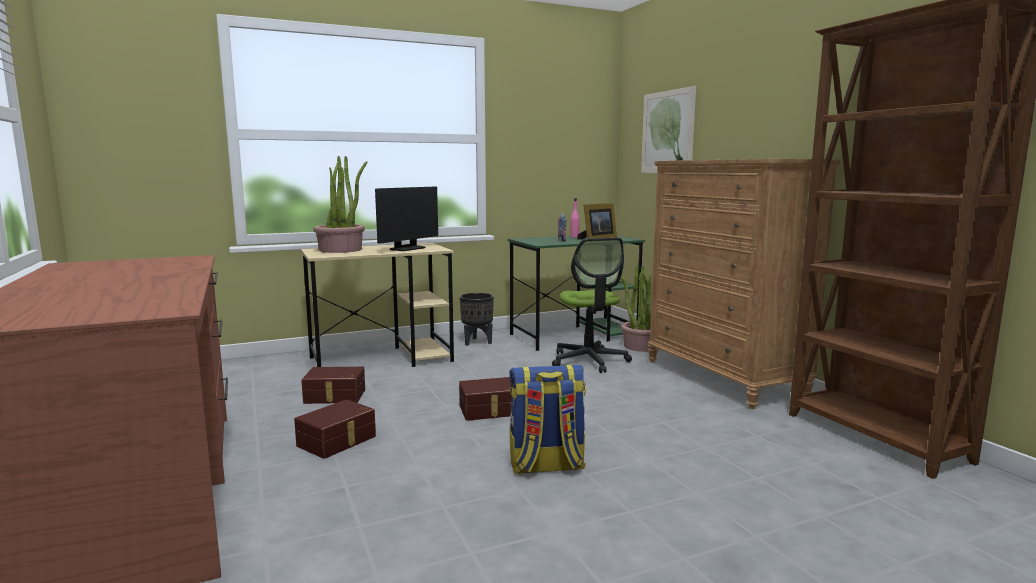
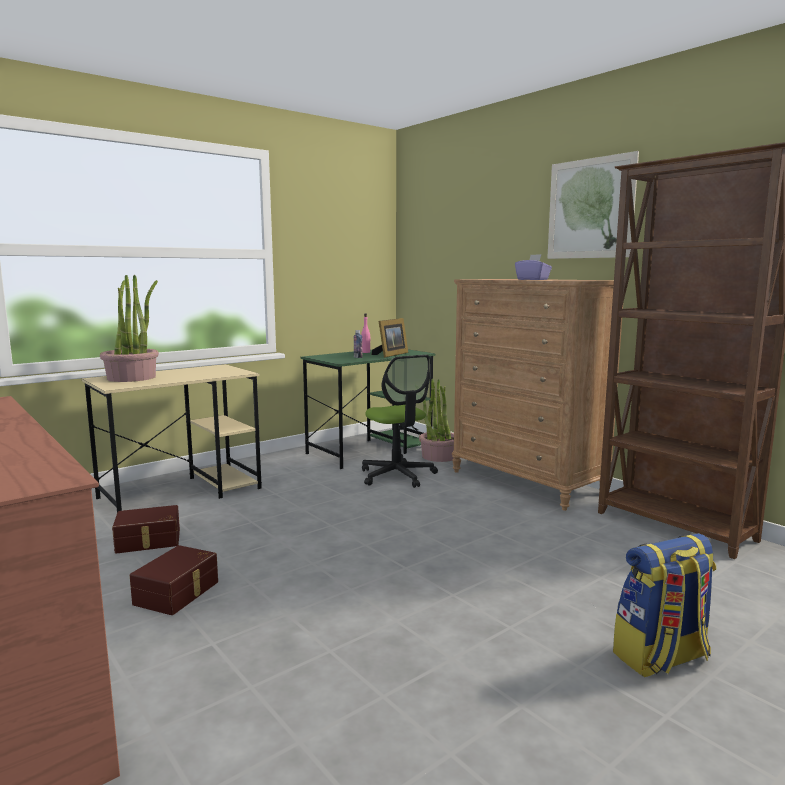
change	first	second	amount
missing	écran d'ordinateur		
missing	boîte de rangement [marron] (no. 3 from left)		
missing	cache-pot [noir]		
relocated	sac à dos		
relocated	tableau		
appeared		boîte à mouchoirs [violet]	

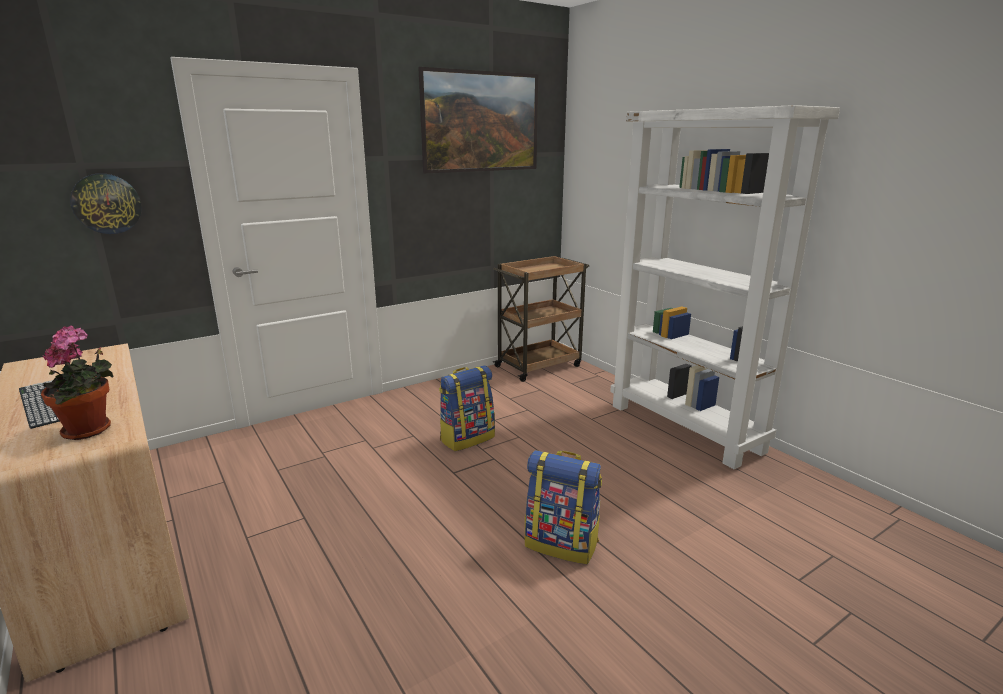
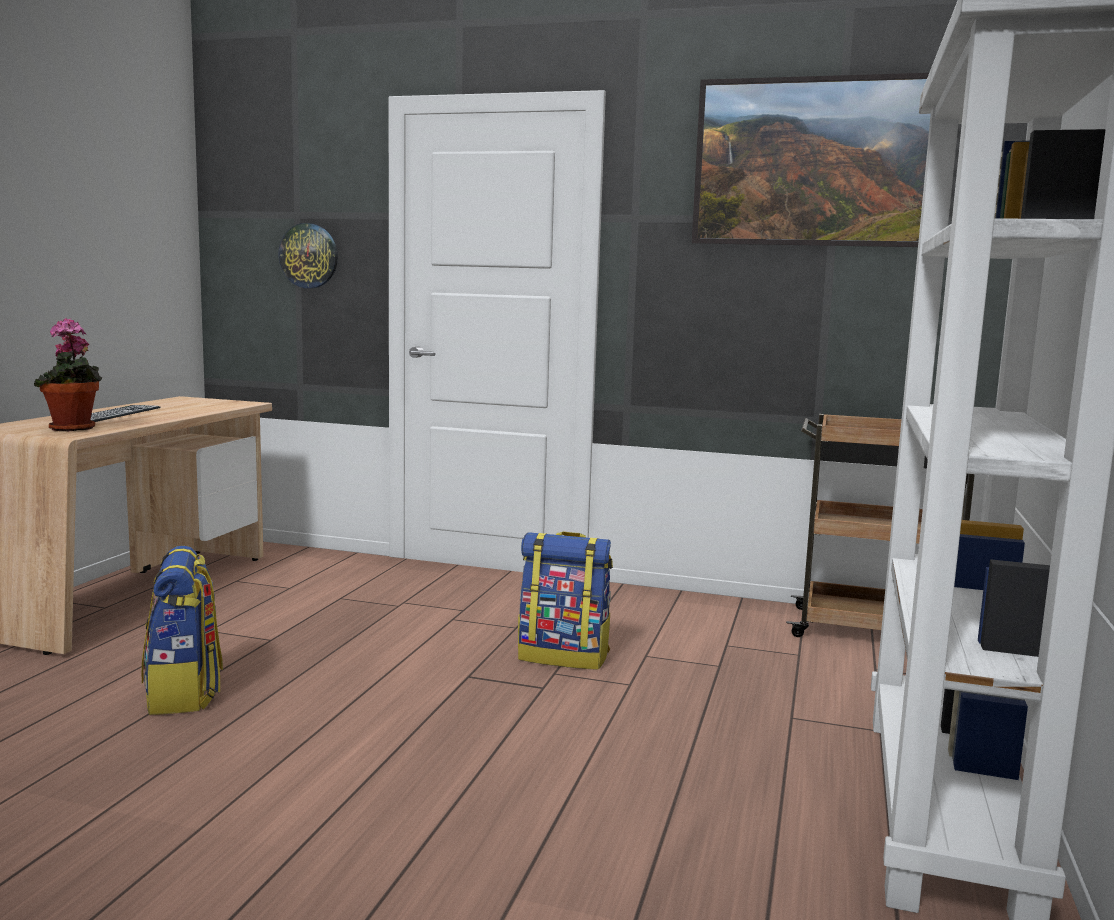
change	first	second	amount
relocated	sac à dos (no. 2 from left in the first image)	sac à dos (no. 1 from left)	

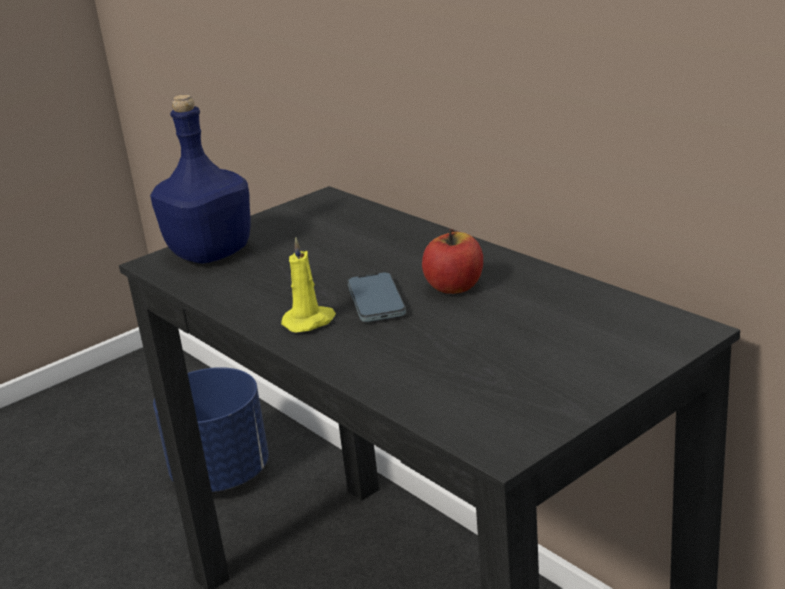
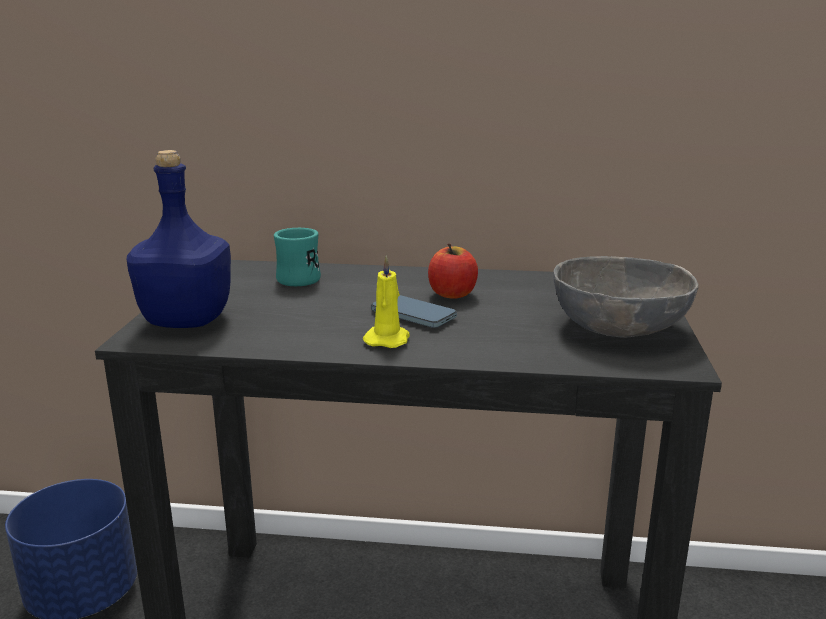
change	first	second	amount
appeared		mug [turquoise]	
appeared		bol [gris]	

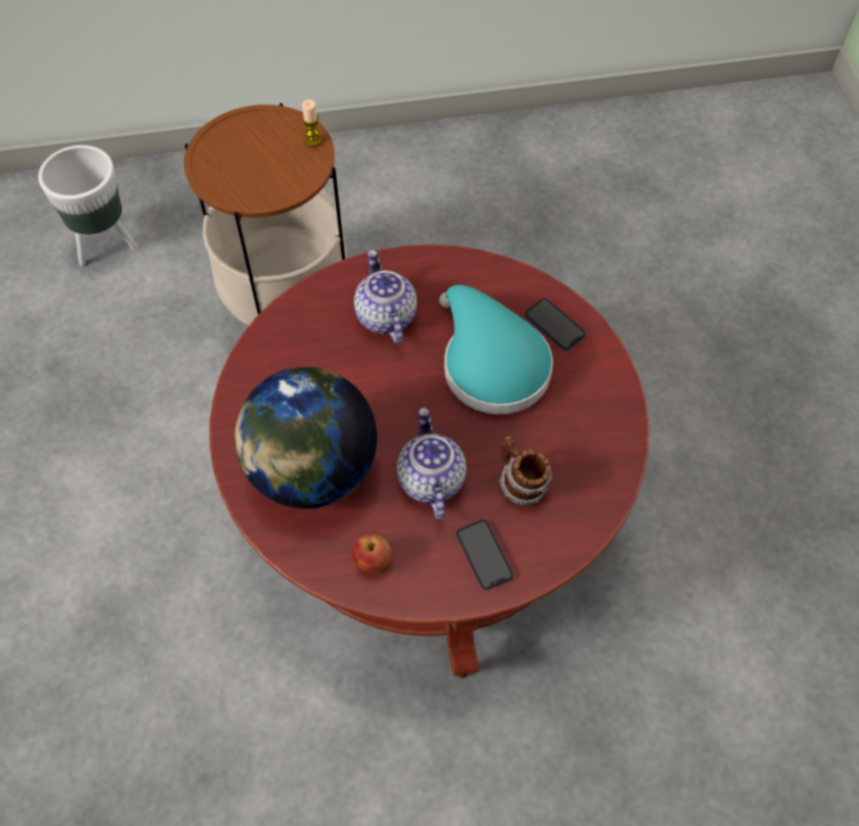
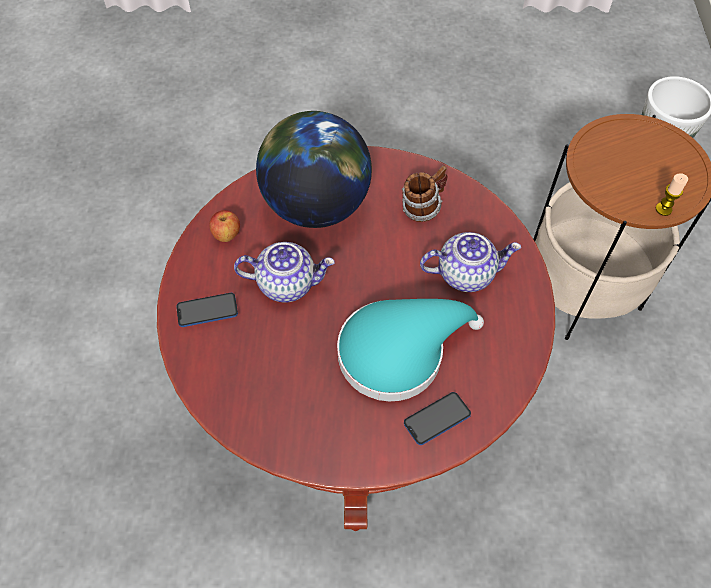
change	first	second	amount
relocated	mug		

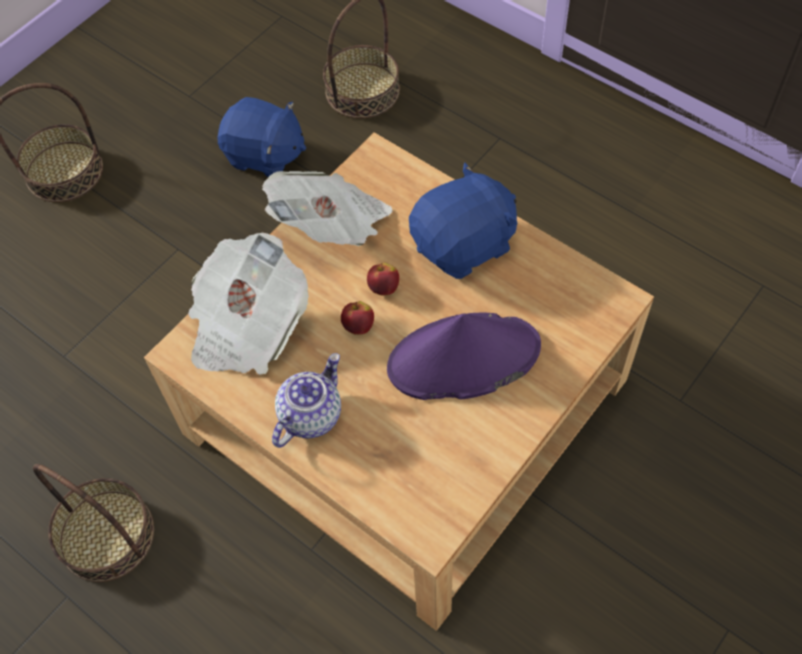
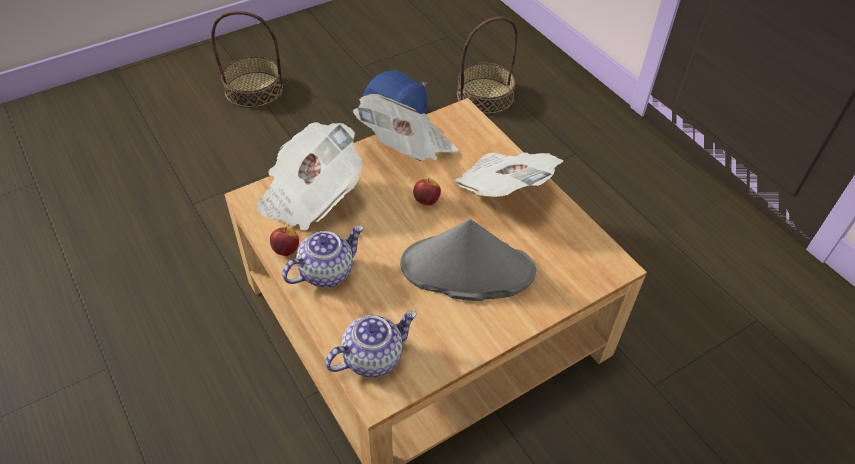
change	first	second	amount
missing	panier (no. 2 from left)		
relocated	pomme (no. 1 from left)		
colour	chapeau [violet]	chapeau [gris]	
exchanged	peluche [bleu] (no. 2 from left)	journal (no. 3 from left)	
appeared		théière (no. 2 from left)	

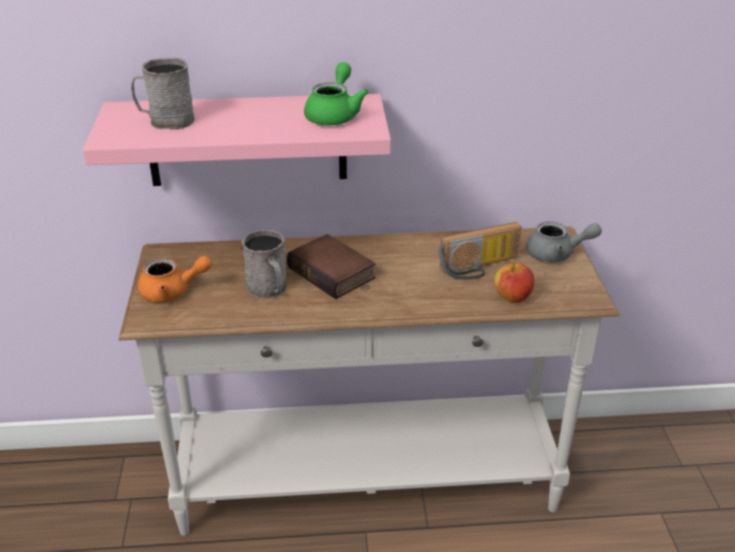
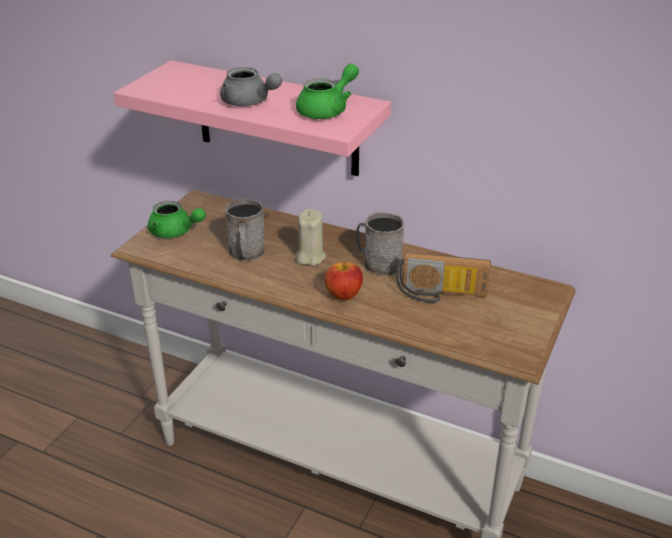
change	first	second	amount
relocated	mug [gris] (no. 1 from left in the first image)	mug [gris] (no. 2 from left)	
colour	théière [orange]	théière [vert] (no. 1 from left)	
exchanged	livre	bougie [beige]	
relocated	pomme		
relocated	théière [gris]		

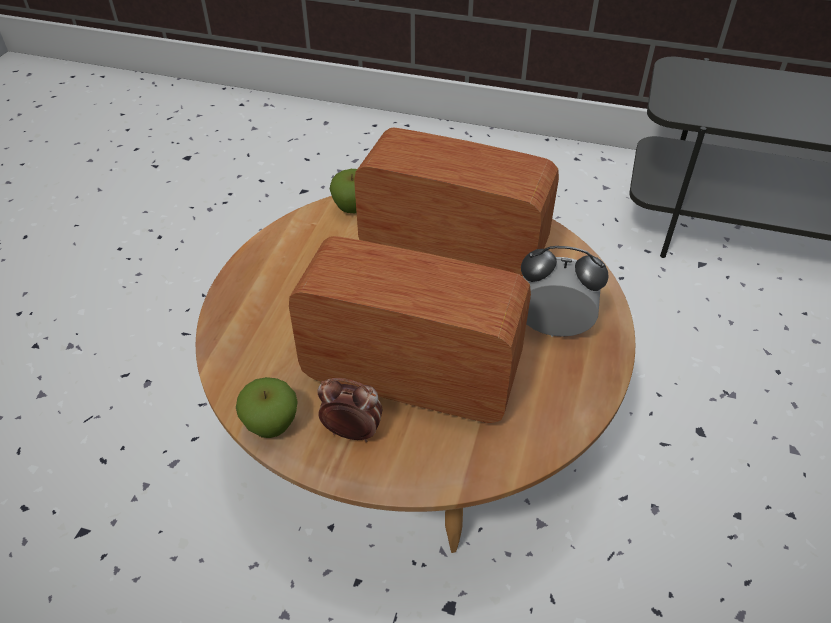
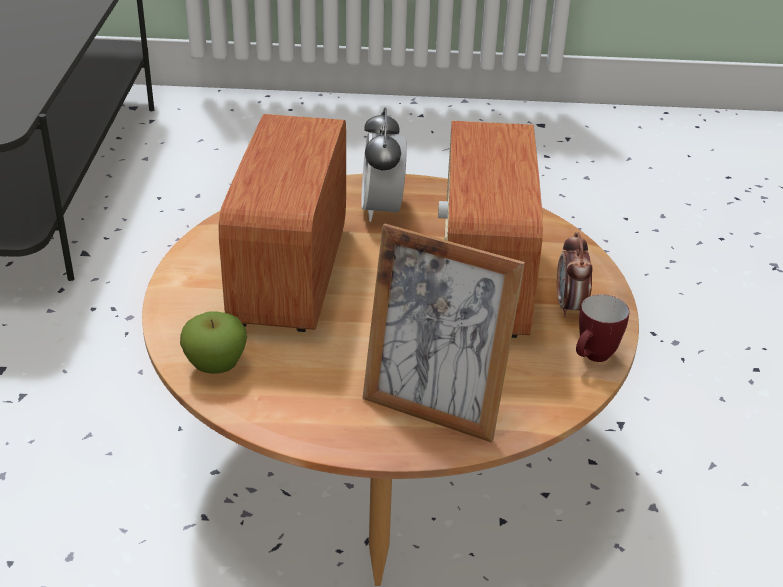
change	first	second	amount
exchanged	pomme (no. 1 from left)	mug	
appeared		cadre photo	

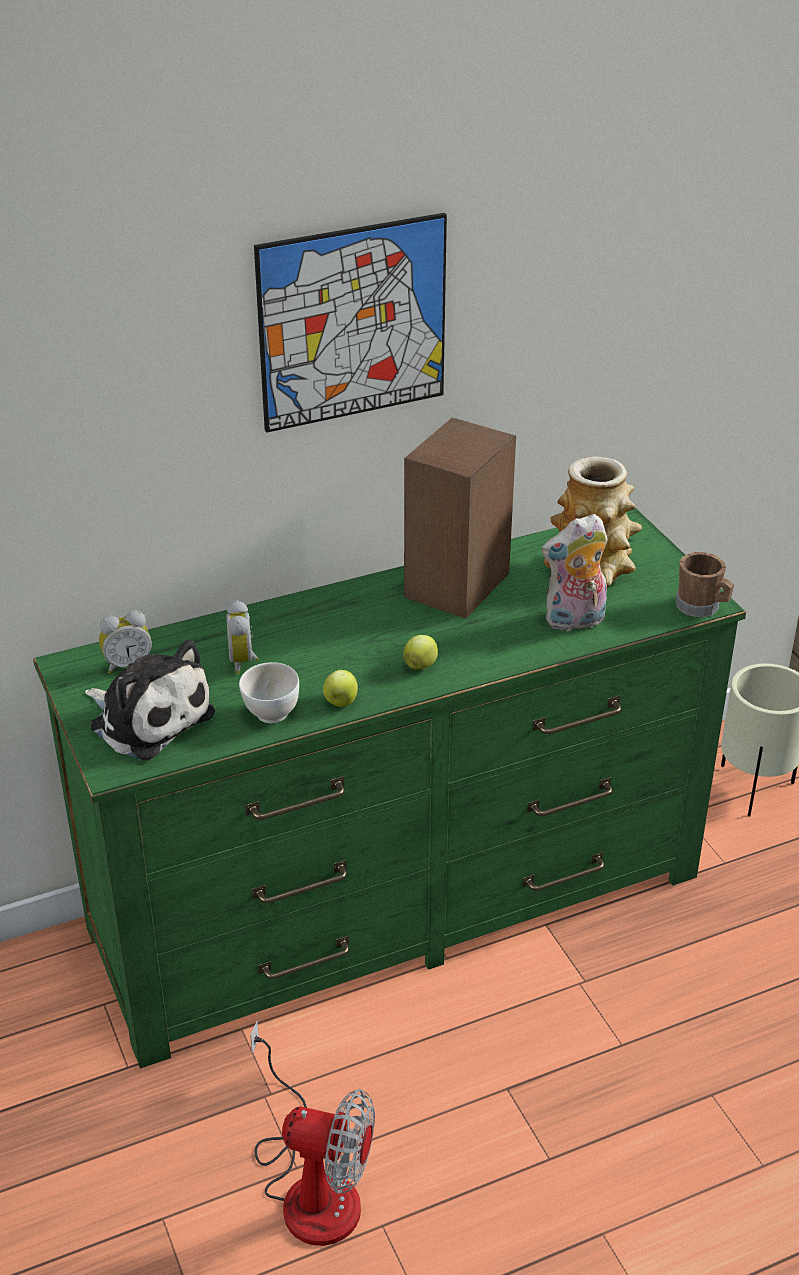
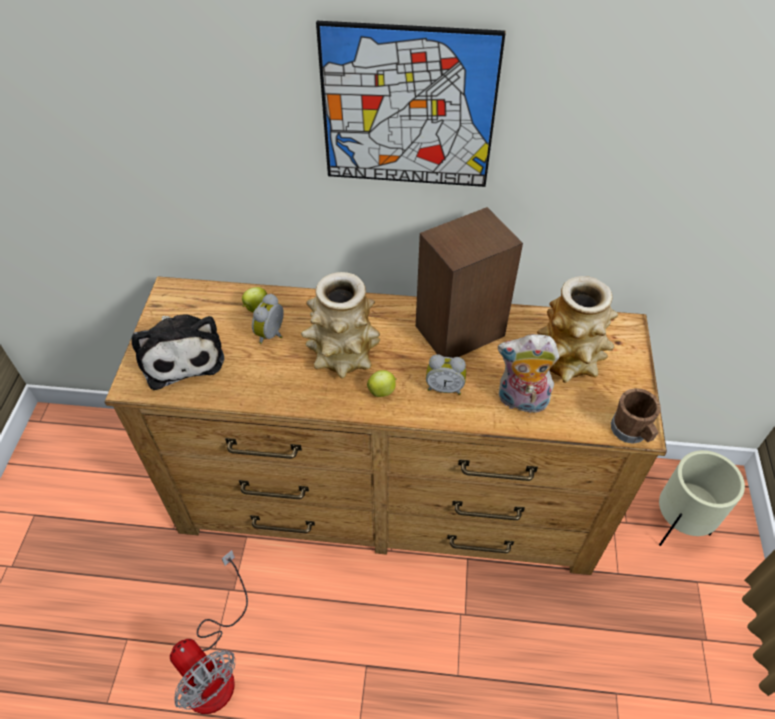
change	first	second	amount
colour	commode [vert]	commode [marron]	
relocated	réveil (no. 1 from left in the first image)	réveil (no. 2 from left)	
missing	bol [blanc]		
relocated	pomme (no. 1 from left)		
appeared		vase (no. 1 from left)	

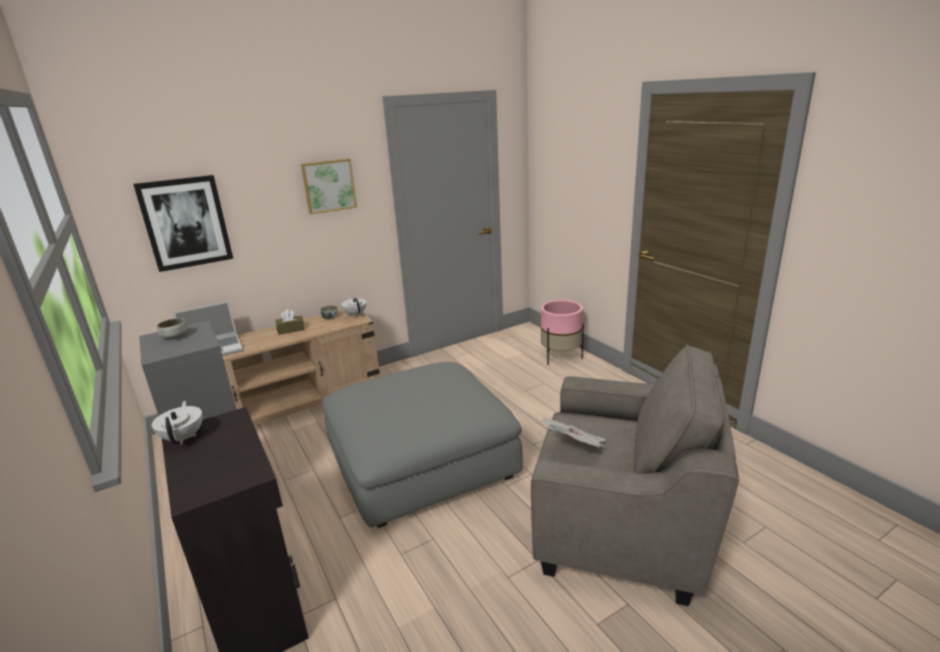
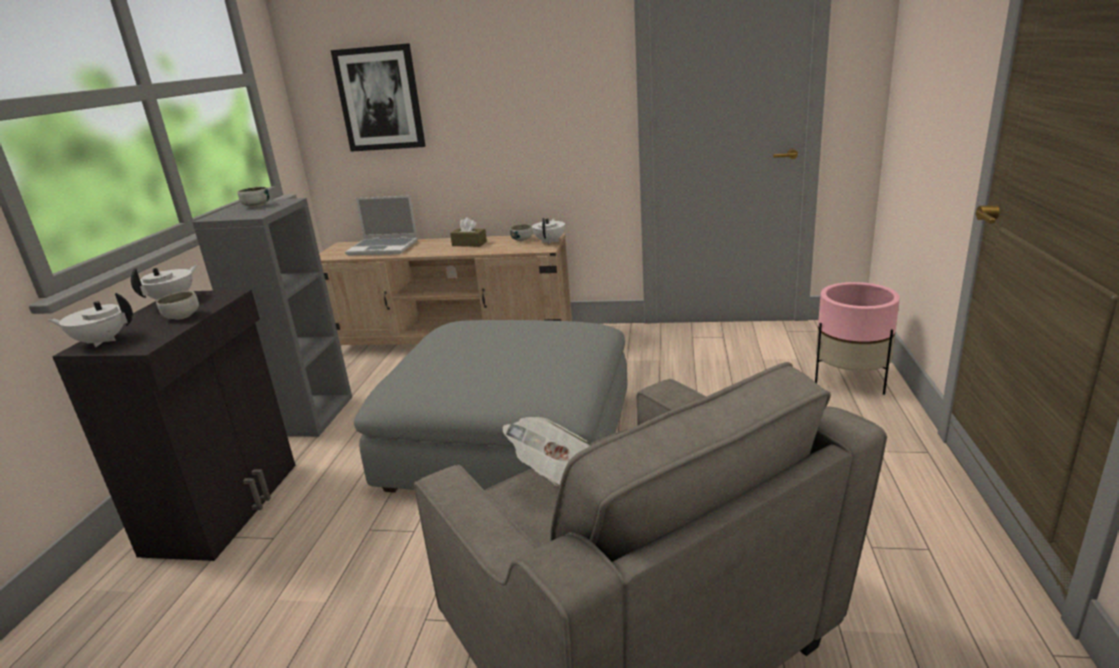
change	first	second	amount
missing	tableau (no. 2 from left)		
appeared		théière [blanc] (no. 1 from left)	
appeared		bol (no. 1 from left)	

